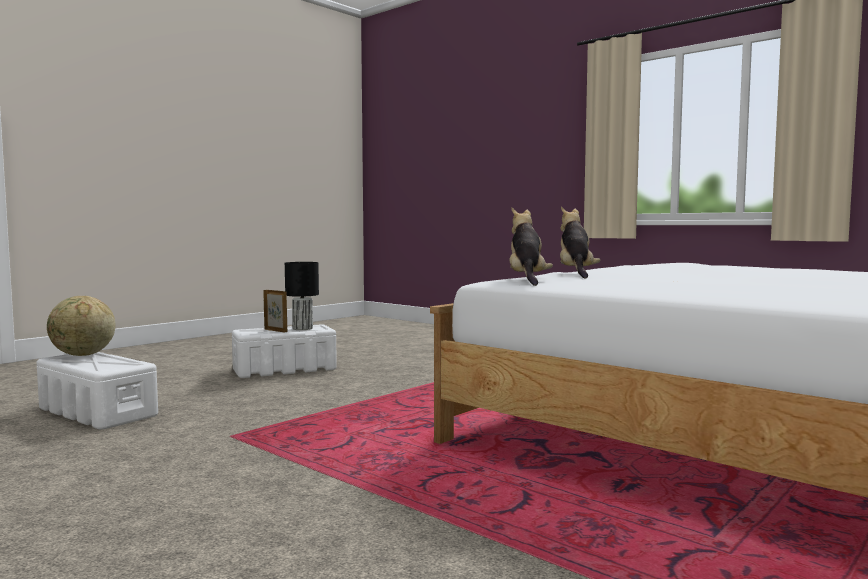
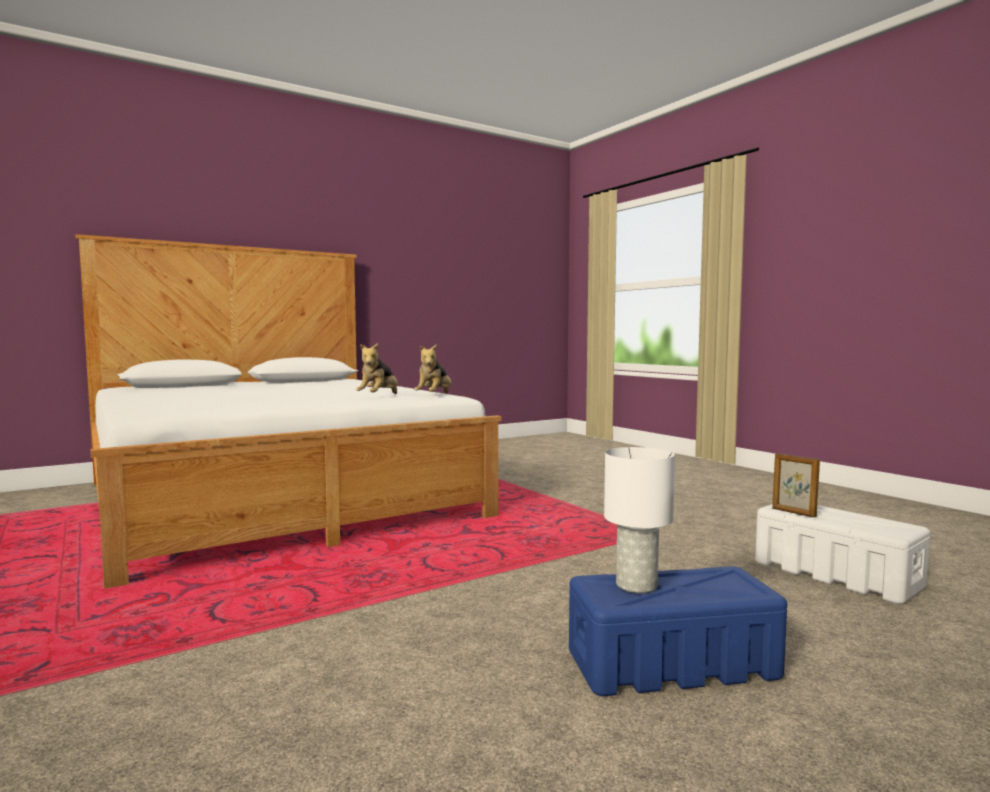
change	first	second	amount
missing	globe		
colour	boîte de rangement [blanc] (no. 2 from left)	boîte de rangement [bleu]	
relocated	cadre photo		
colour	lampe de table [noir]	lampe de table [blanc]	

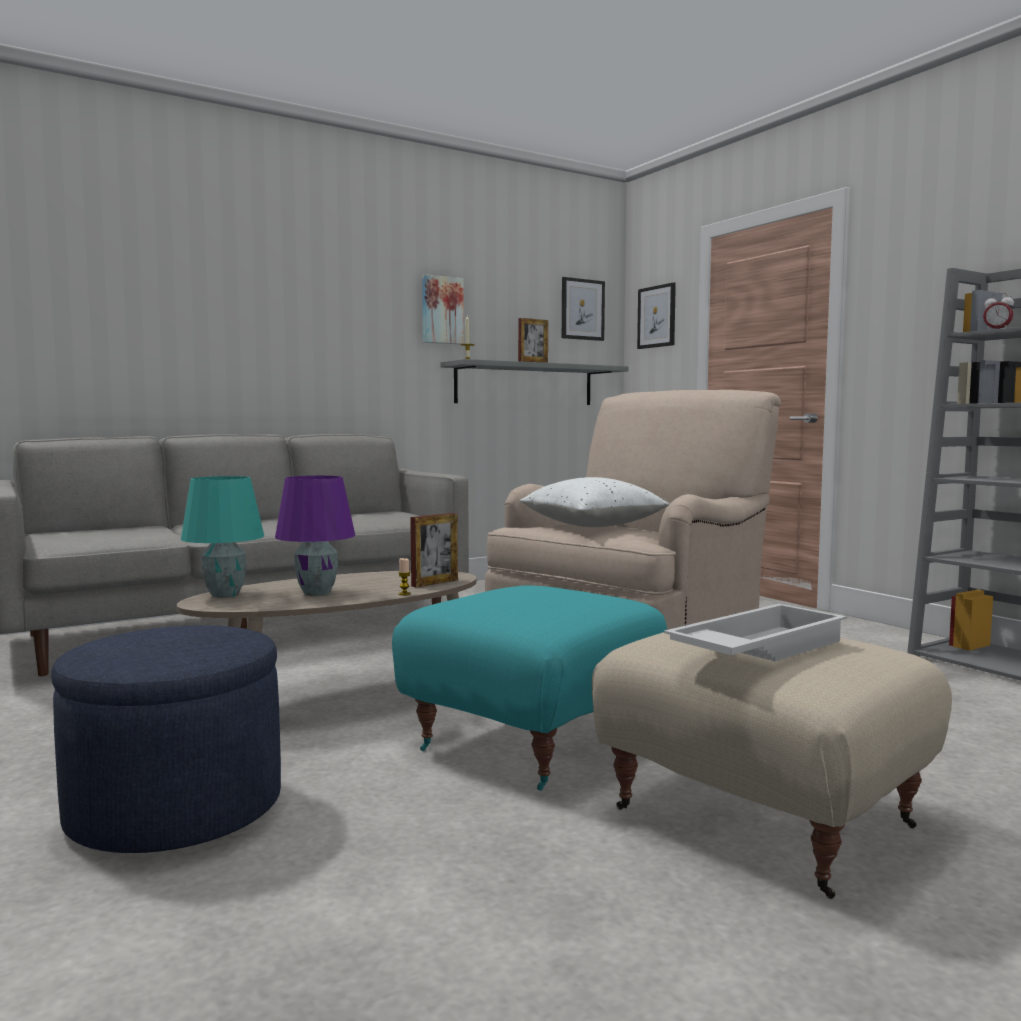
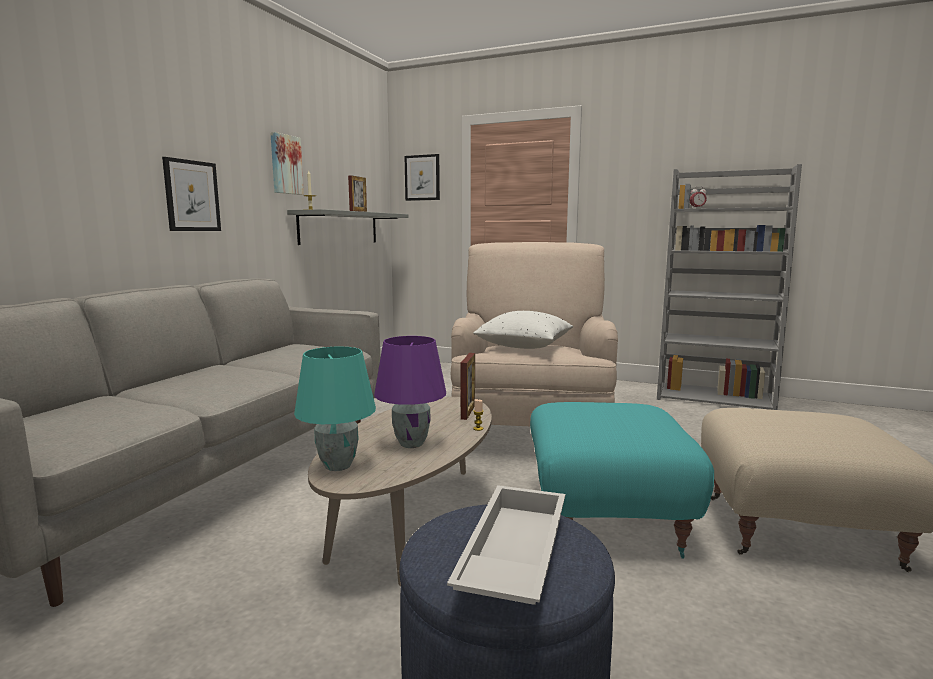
change	first	second	amount
relocated	tableau (no. 2 from left in the first image)	tableau (no. 1 from left)	
relocated	plateau [blanc]		

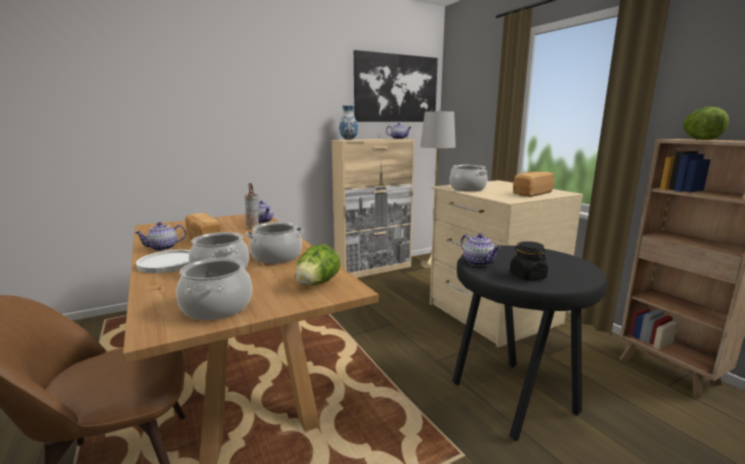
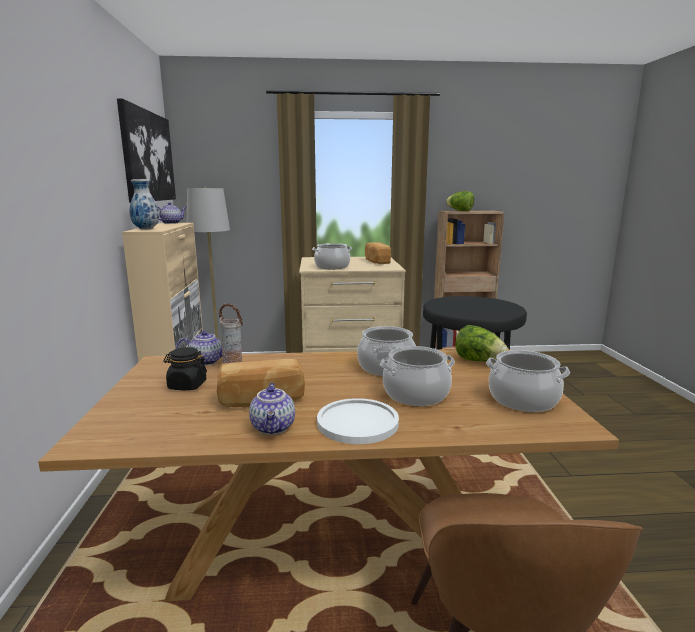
change	first	second	amount
missing	théière (no. 4 from left)		
relocated	bocal [noir]		

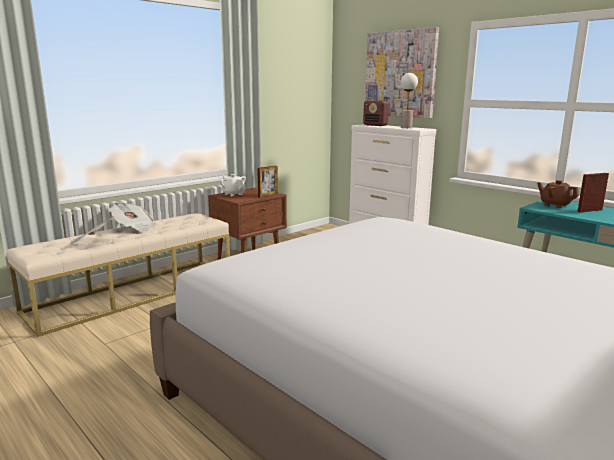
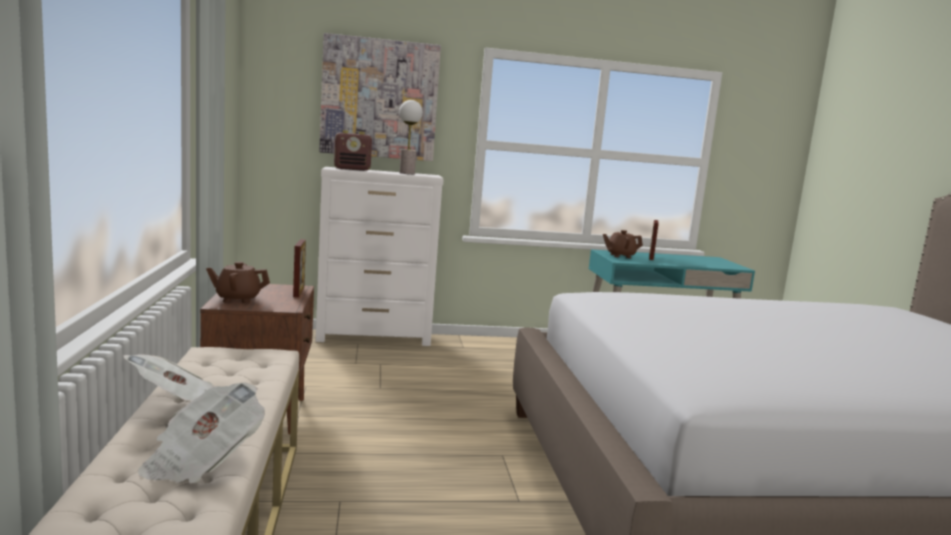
change	first	second	amount
colour	théière [blanc]	théière [marron] (no. 1 from left)	

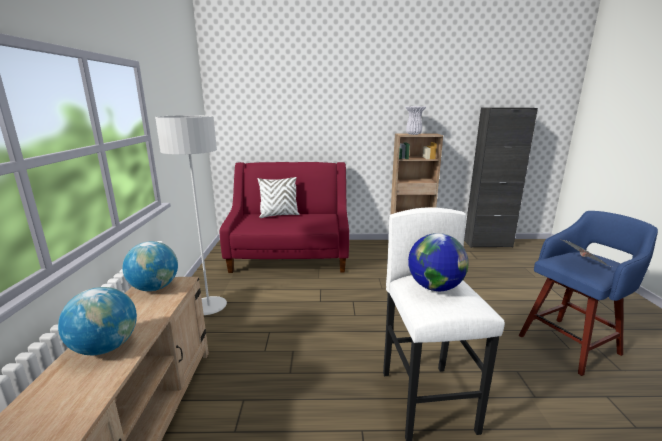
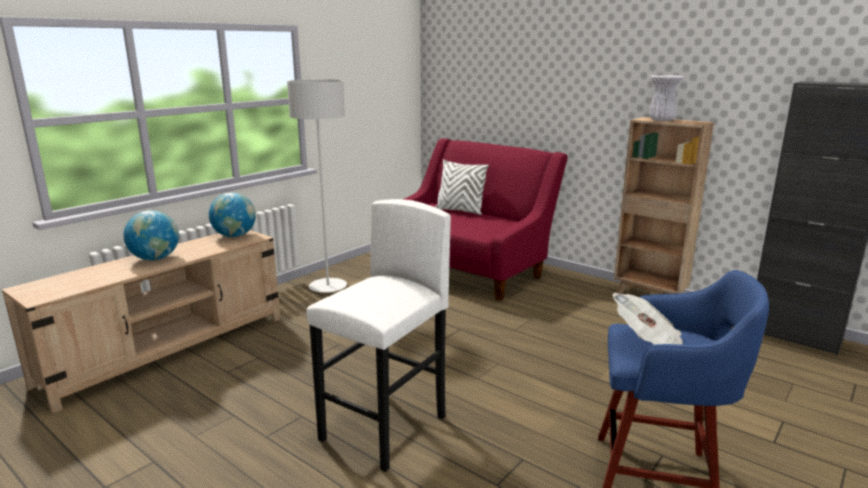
change	first	second	amount
missing	globe (no. 3 from left)		

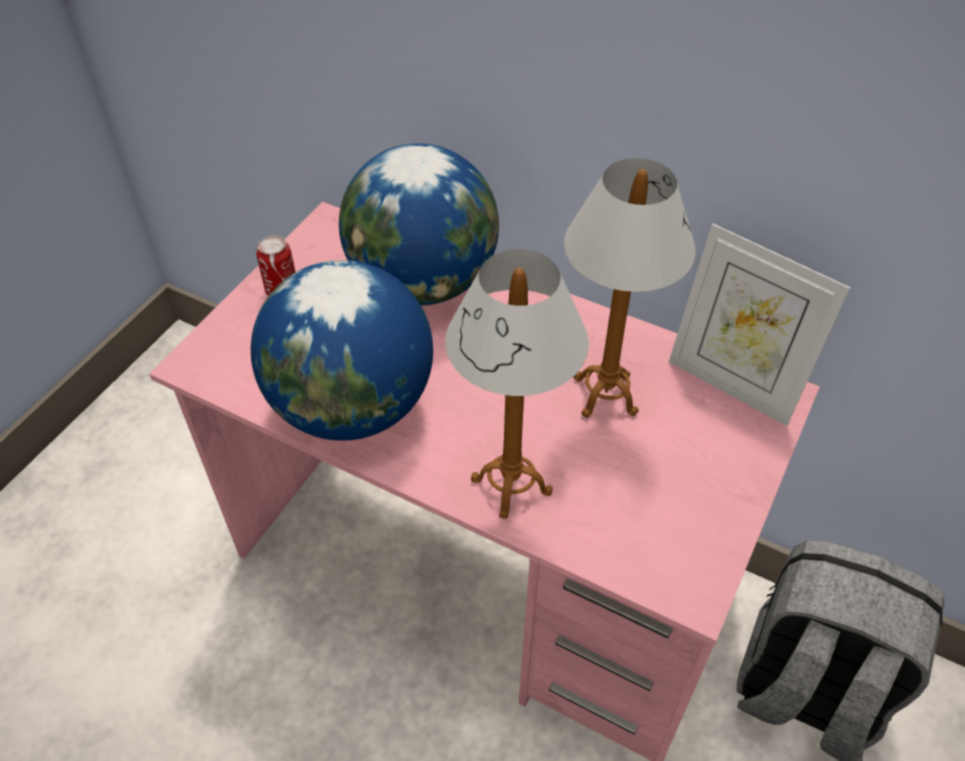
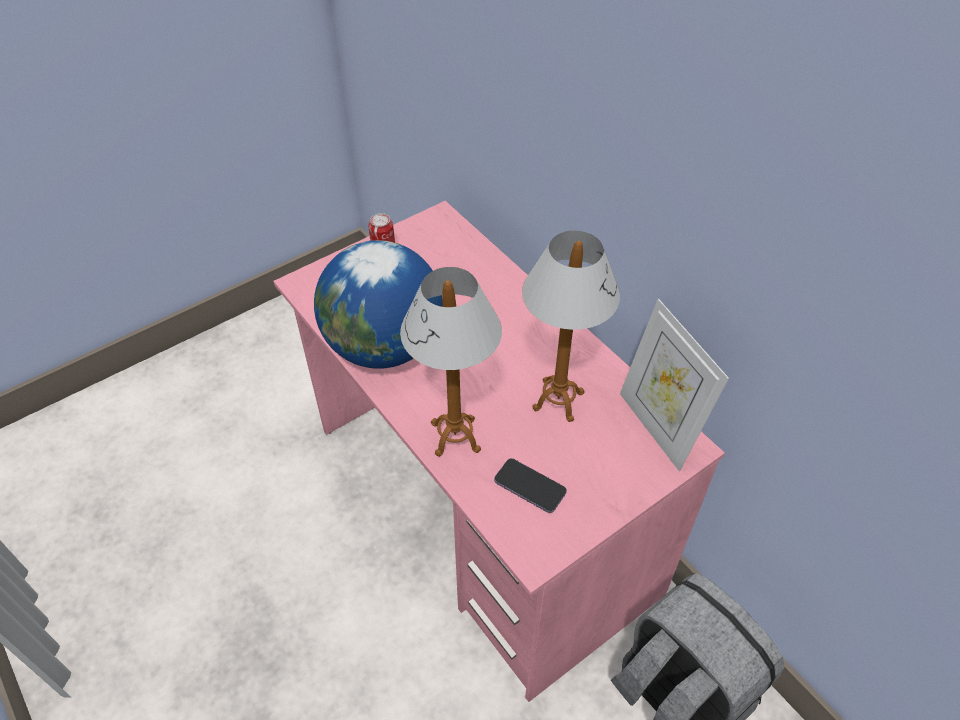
change	first	second	amount
missing	globe (no. 2 from left)		
appeared		téléphone	

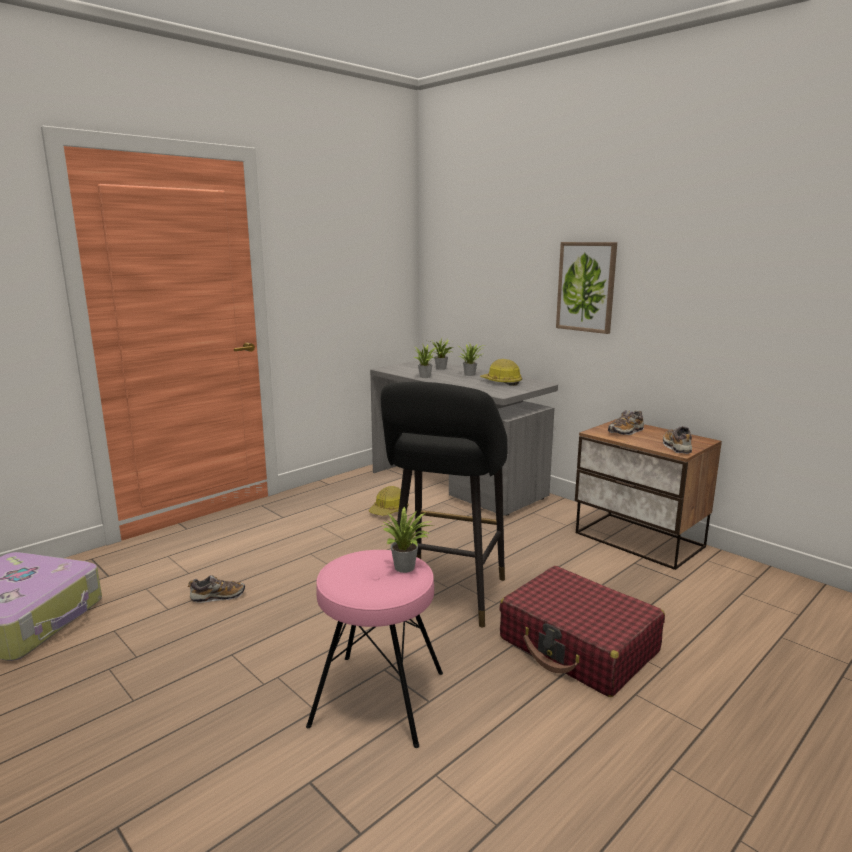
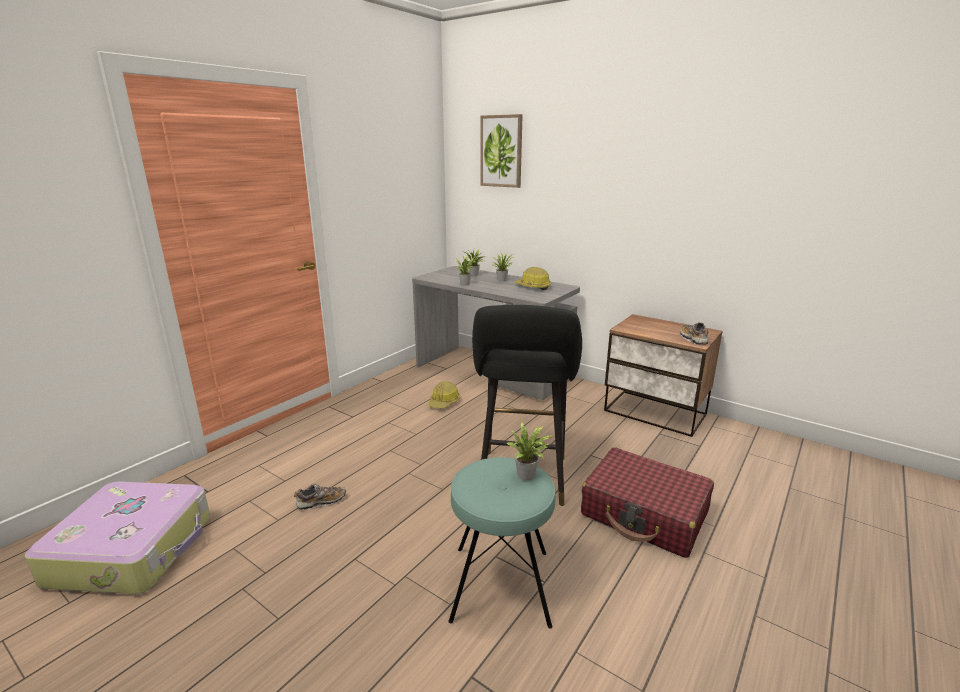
change	first	second	amount
colour	tabouret [rose]	tabouret [turquoise]	
relocated	tableau		
missing	chaussure (no. 2 from left)		

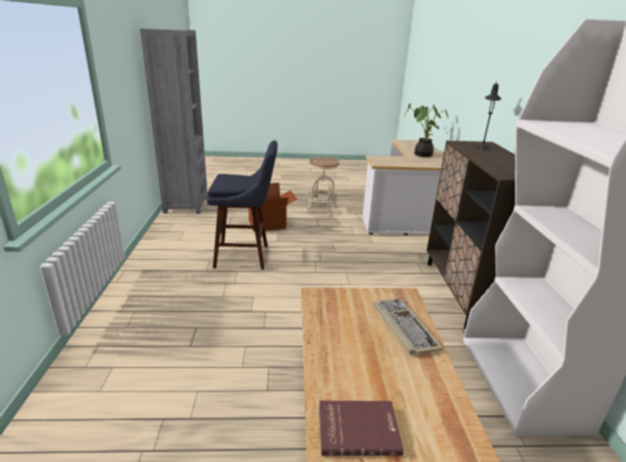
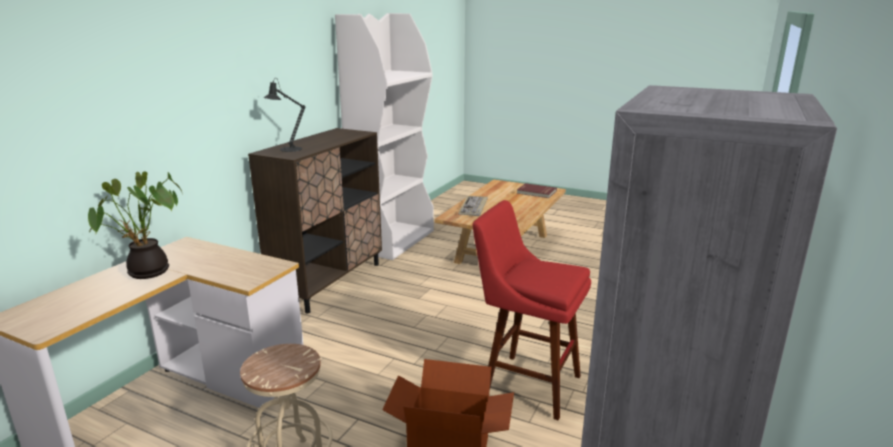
change	first	second	amount
colour	tabouret [bleu]	tabouret [rouge]	

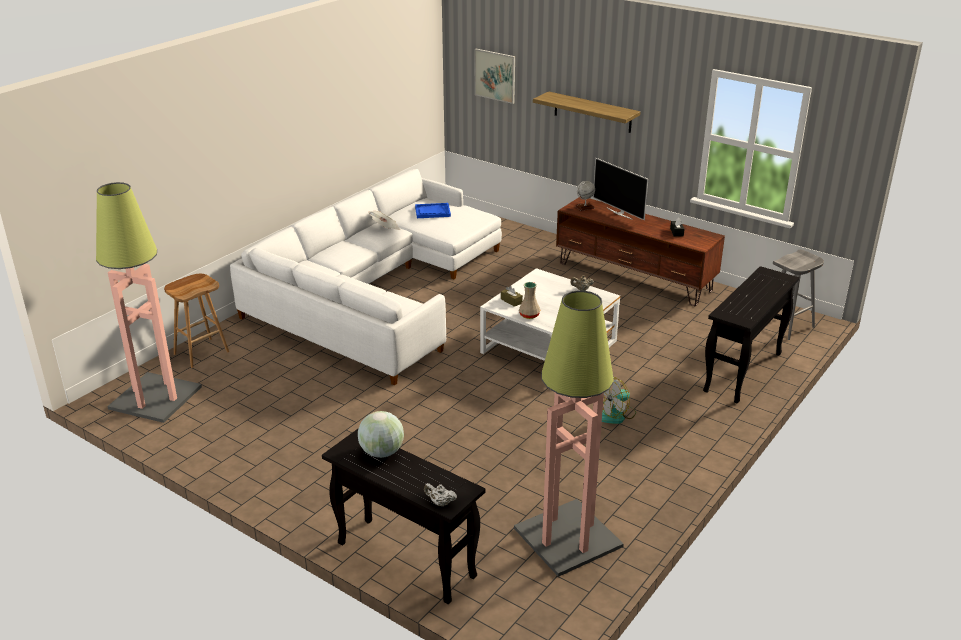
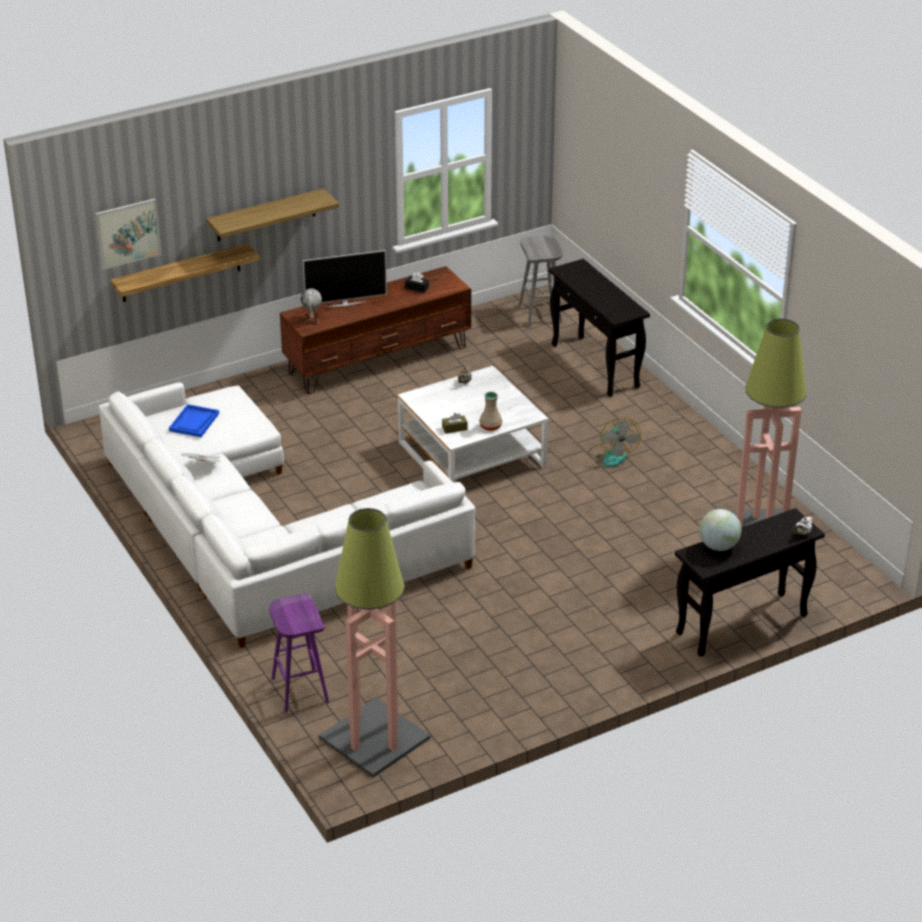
change	first	second	amount
colour	tabouret [marron]	tabouret [violet]	
appeared		étagère (no. 1 from left)	

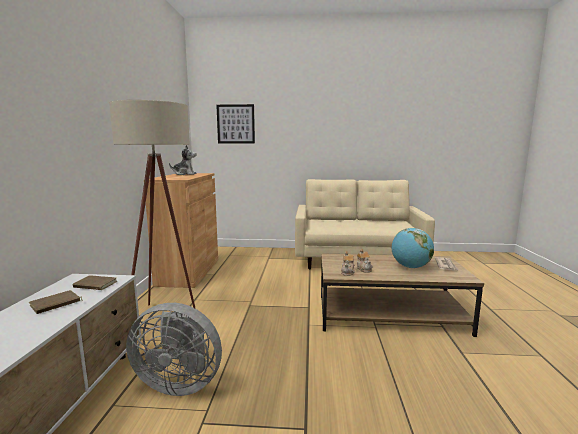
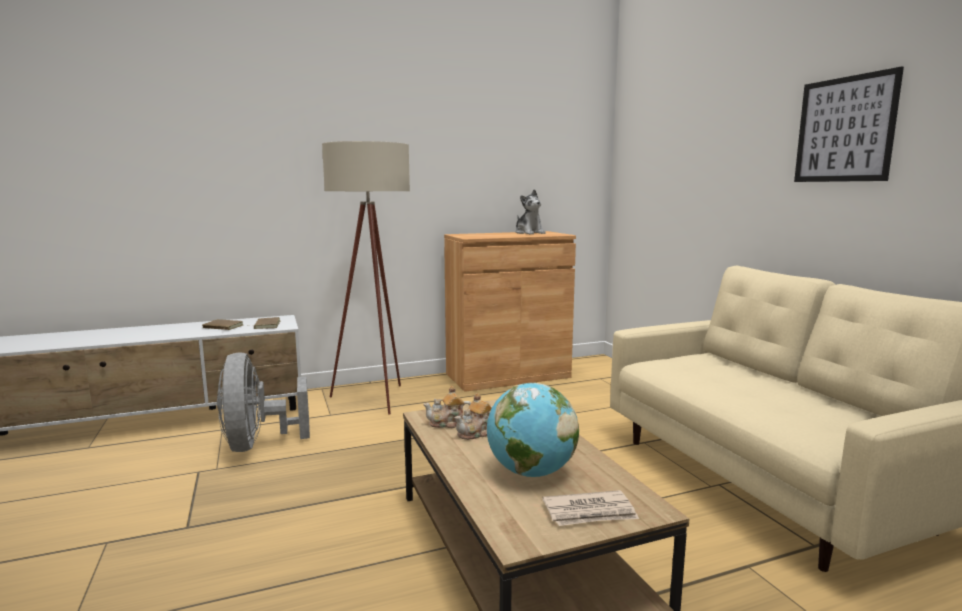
change	first	second	amount
relocated	tableau		

